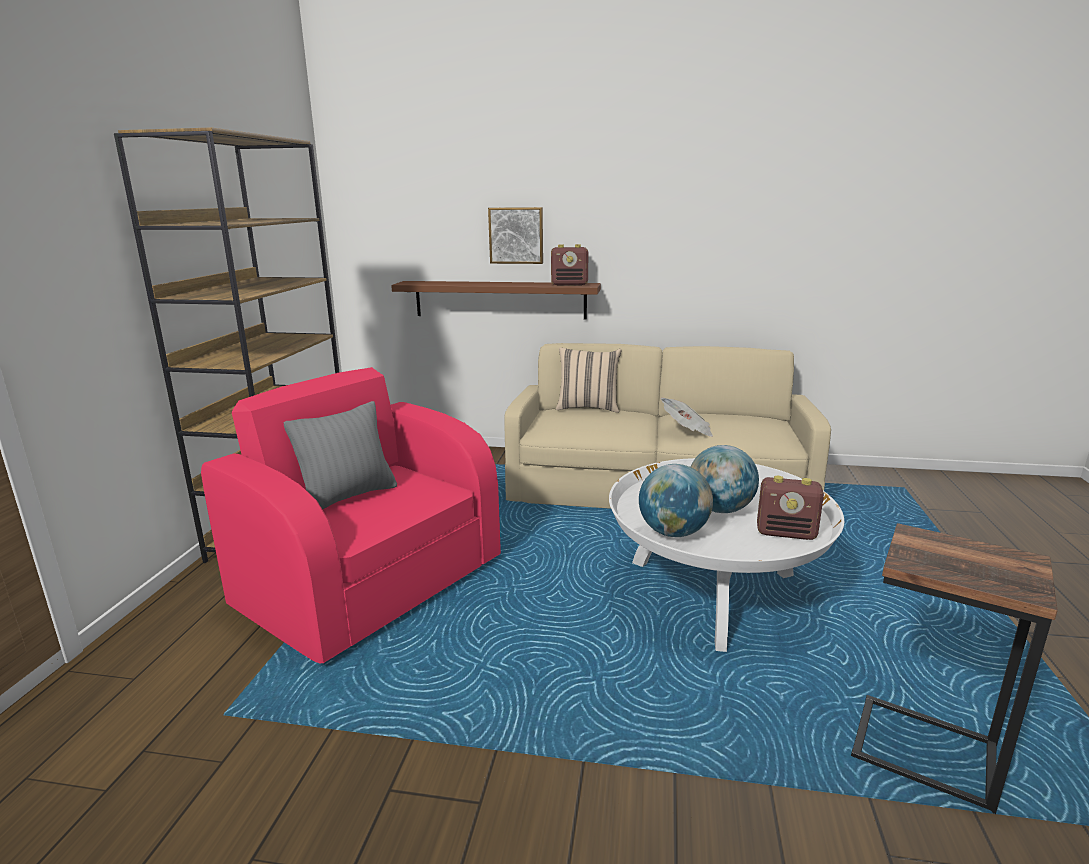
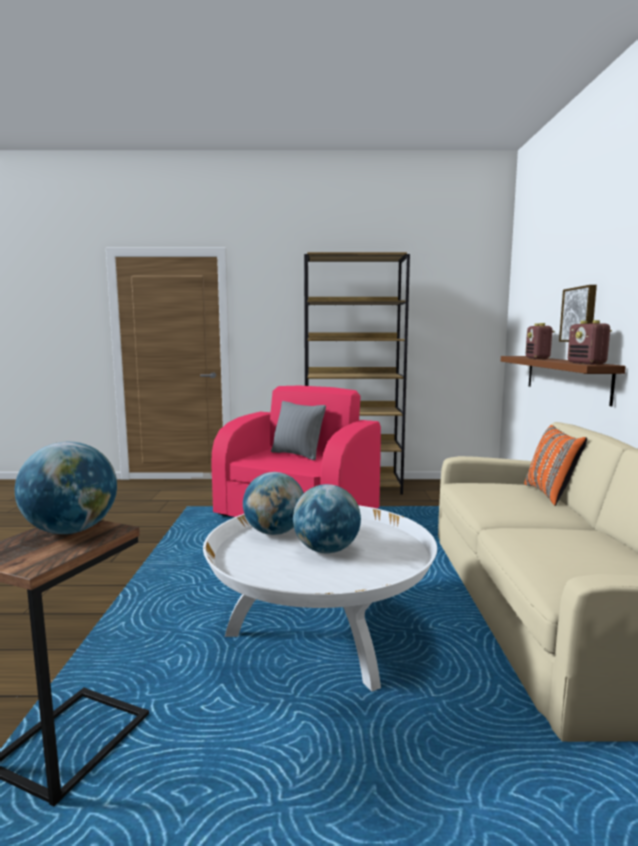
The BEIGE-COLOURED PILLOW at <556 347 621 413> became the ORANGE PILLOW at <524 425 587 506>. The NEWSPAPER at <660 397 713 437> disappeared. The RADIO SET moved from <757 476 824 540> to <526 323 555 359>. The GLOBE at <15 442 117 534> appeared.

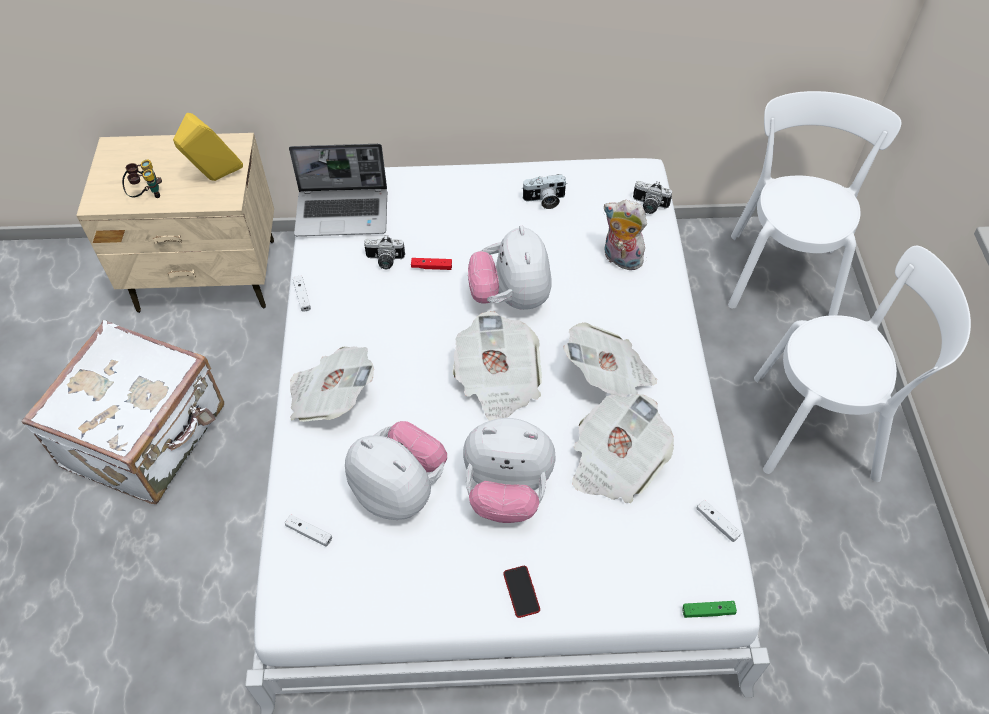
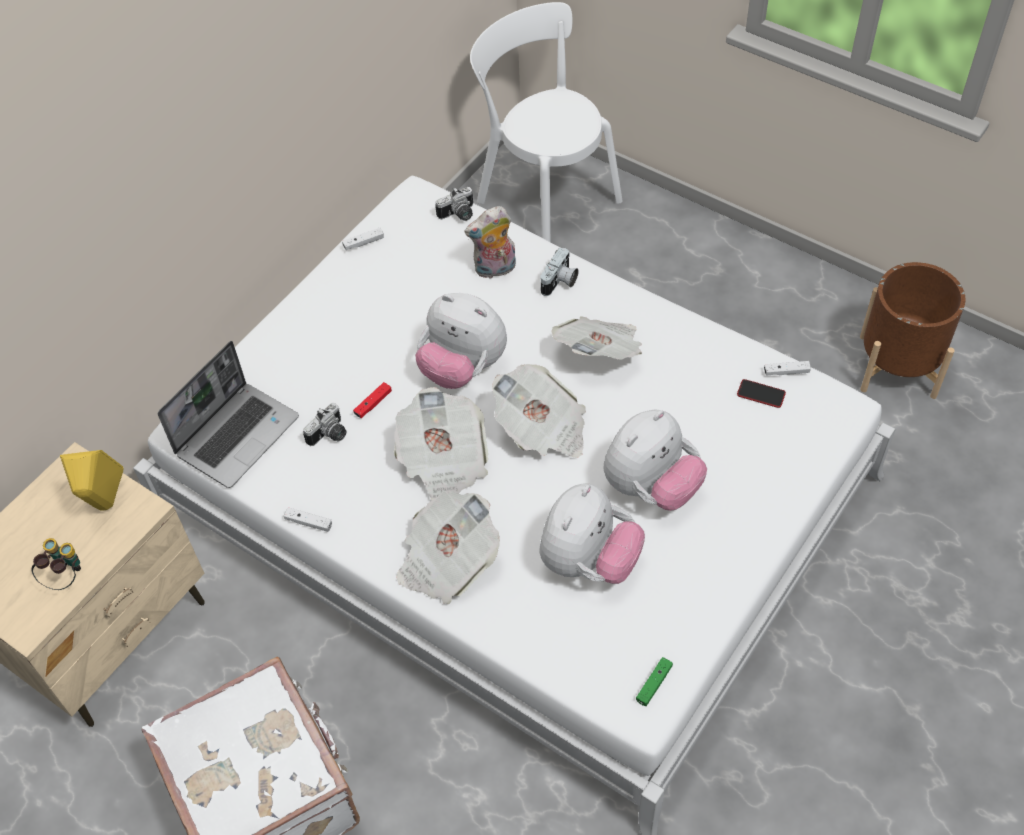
The WHITE-COLOURED GAMEPAD moved from <285 514 332 546> to <342 228 384 250>. The CUDDLY TOY at <345 421 447 520> turned 135 degrees clockwise. The HANDSET moved from <503 566 540 618> to <737 379 786 408>. The STILL CAMERA moved from <521 174 566 209> to <541 248 579 296>. The NEWSPAPER moved from <572 394 674 503> to <393 387 488 500>. The GREEN GAMEPAD moved from <683 601 737 618> to <636 657 673 706>. The WHITE-COLOURED UPRIGHT CHAIR at <754 246 971 482> disappeared. The BROWN-COLOURED FLOWER POT at <860 262 965 399> appeared.

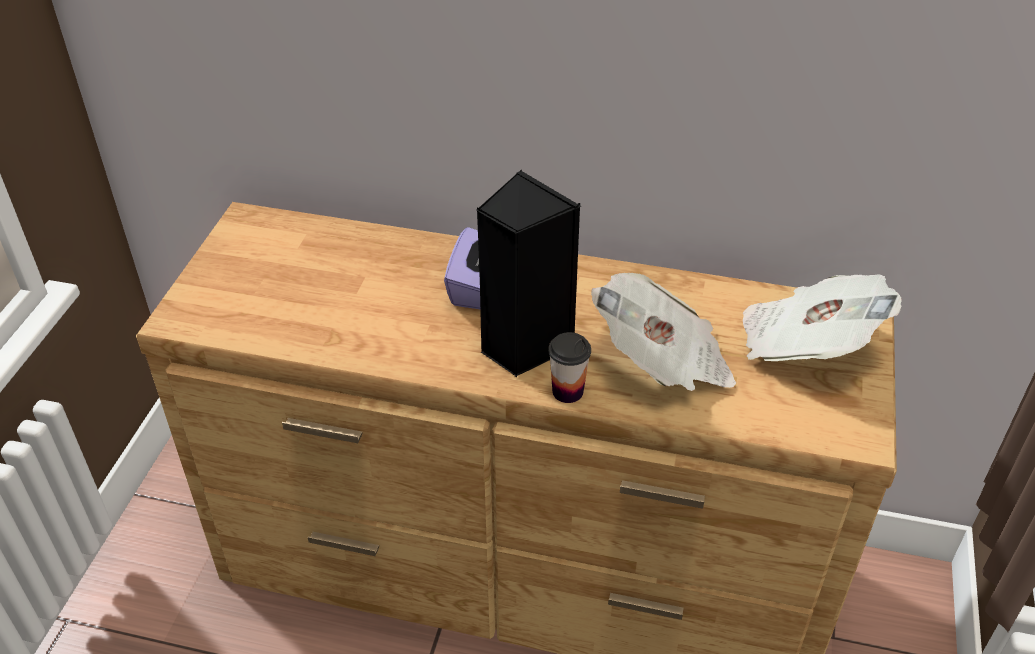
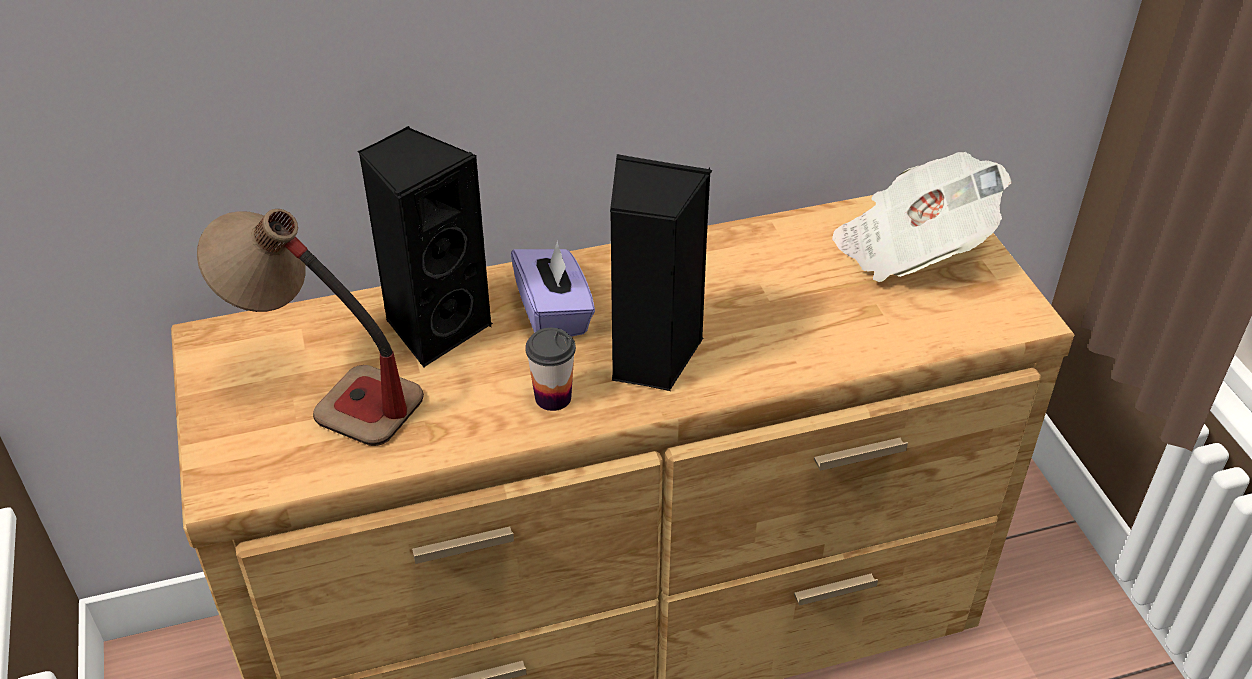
The DRINKING CUP moved from <548 332 591 403> to <525 328 576 411>. The NEWSPAPER at <591 273 737 391> disappeared. The LAMP FOR A TABLE at <197 209 424 446> appeared. The BLACK AUDIO SPEAKER at <357 126 493 367> appeared.

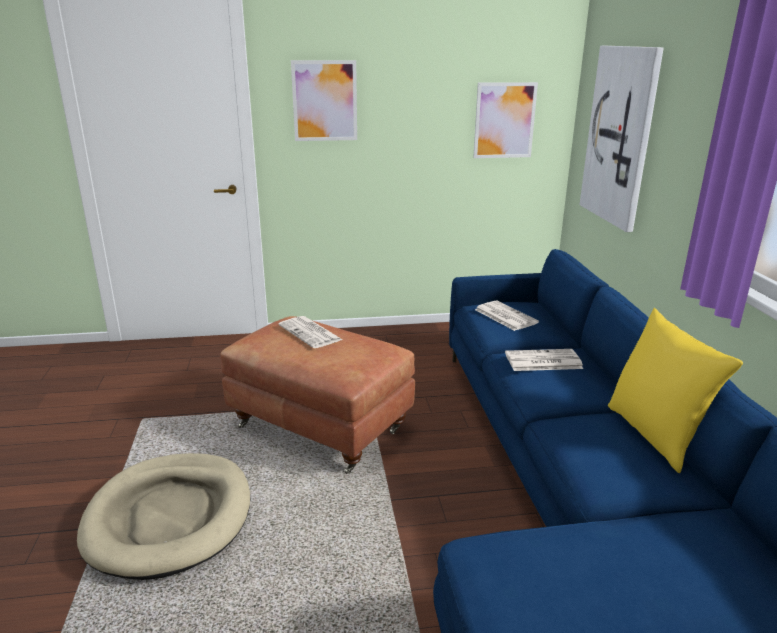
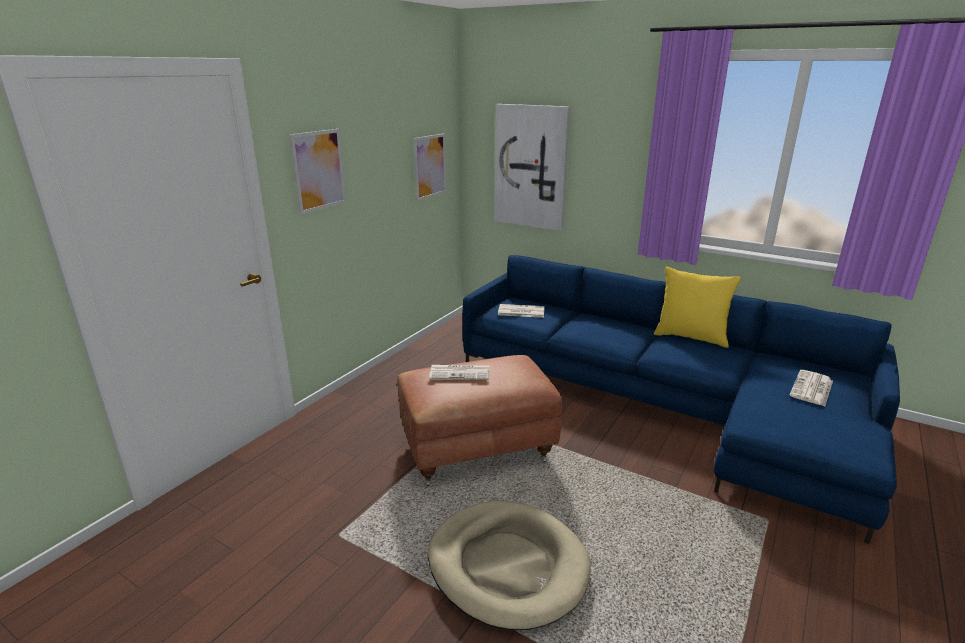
The NEWSPAPER moved from <505 349 583 371> to <789 370 833 406>.

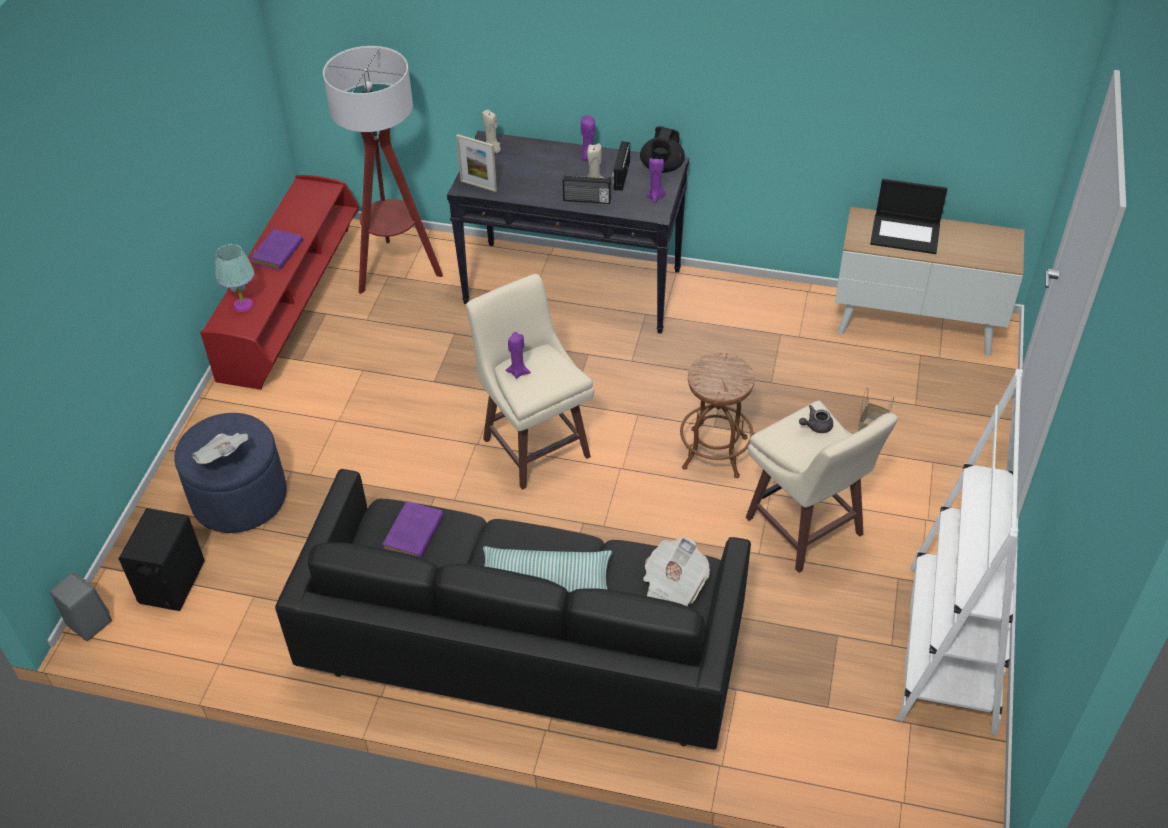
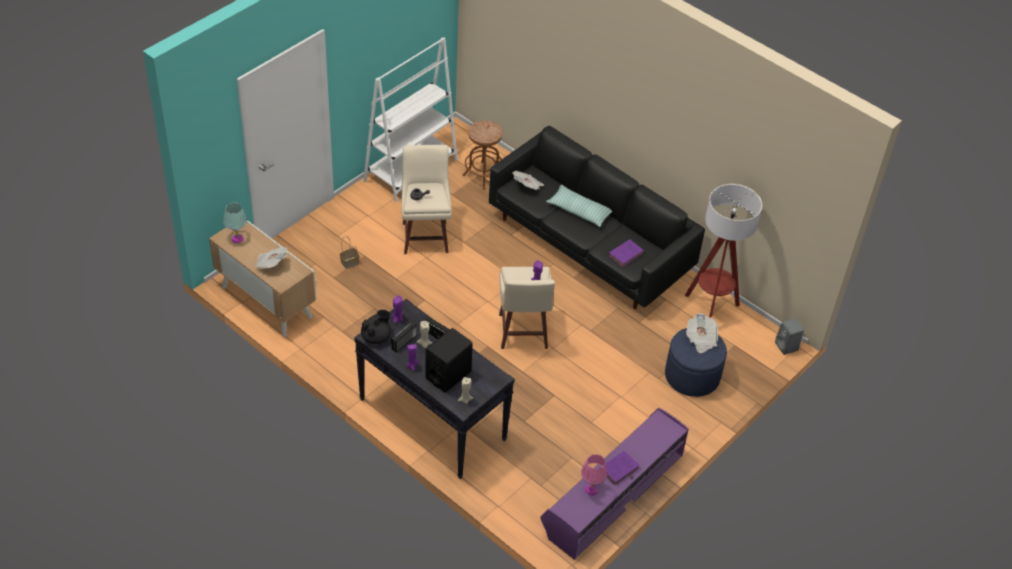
The BLACK AUDIO SPEAKER moved from <119 508 205 611> to <425 328 473 393>. The REDDISH MEDIA CONSOLE at <200 175 359 390> became the PURPLISH MEDIA CONSOLE at <540 408 689 560>. The TURQUOISE-COLOURED LAMP FOR A TABLE moved from <215 244 255 312> to <223 203 247 243>. The STANDARD LAMP moved from <323 46 443 294> to <685 184 762 318>. The PICTURE FRAME at <456 134 497 192> disappeared. The BROWN-COLOURED STOOL SEAT moved from <680 353 755 478> to <462 121 503 190>. The PORTABLE COMPUTER at <870 179 947 254> was replaced by the NEWSPAPER at <255 247 287 268>. The PINKISH LAMP FOR A TABLE at <581 454 607 495> appeared.

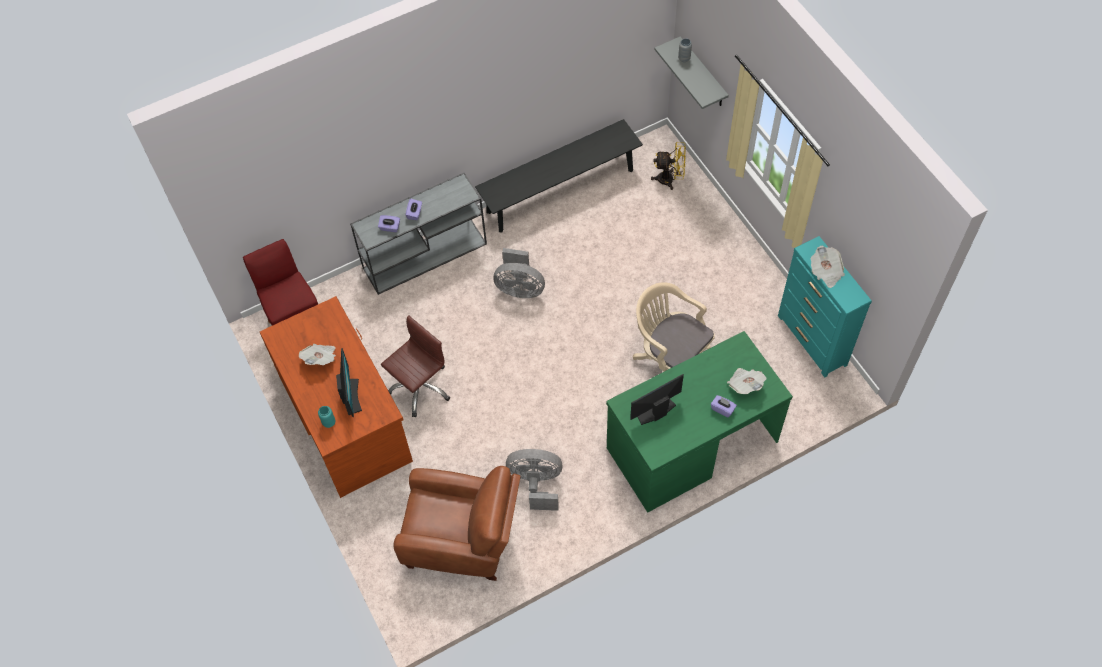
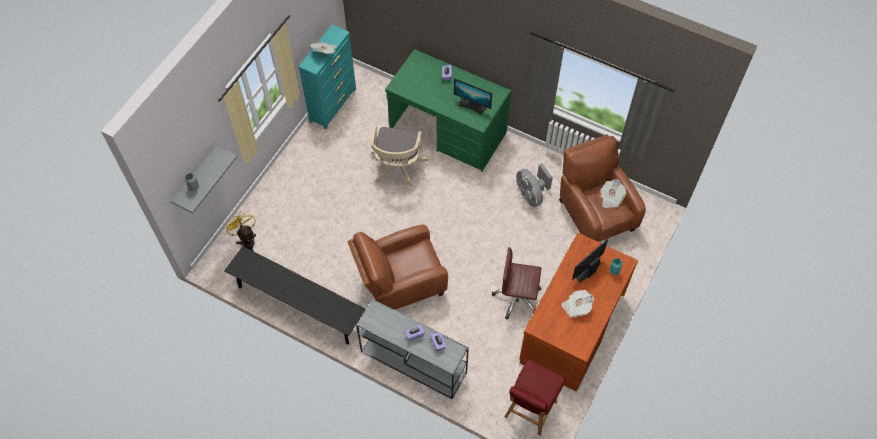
The GRAY FAN at <494 248 545 298> was replaced by the BROWN-COLOURED ARMCHAIR at <348 225 448 310>. The NEWSPAPER moved from <727 368 767 394> to <601 179 626 208>.

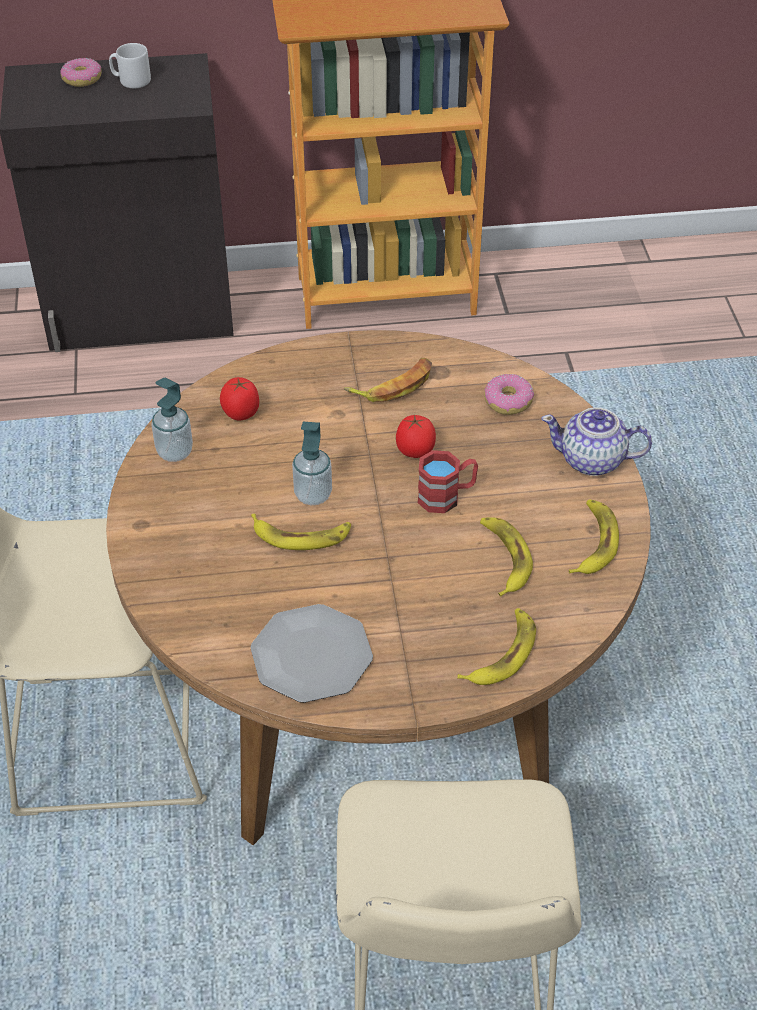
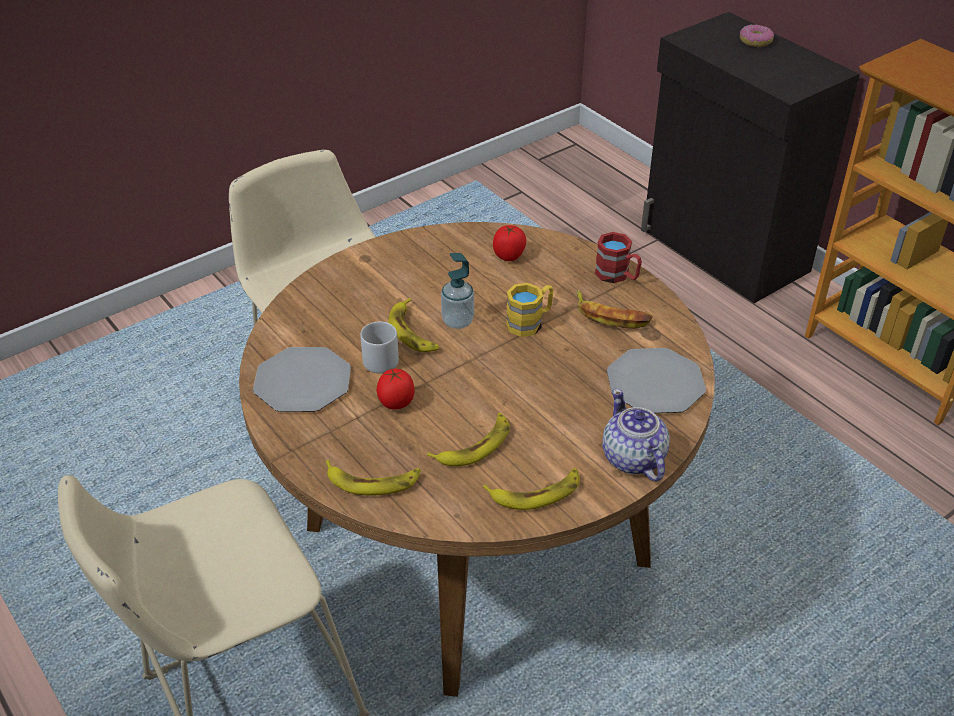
The GRAY COFFEE MUG moved from <109 43 151 88> to <360 322 399 373>. The SOAP DISPENSER at <152 378 193 462> disappeared. The FRESH TOMATO moved from <396 414 436 458> to <377 368 415 410>. The REDDISH COFFEE MUG moved from <418 450 478 513> to <595 232 642 283>. The RING DOUGHNUT at <484 374 534 415> was replaced by the DINNER PLATE at <607 348 706 413>. The YELLOWISH COFFEE MUG at <506 283 554 337> appeared.

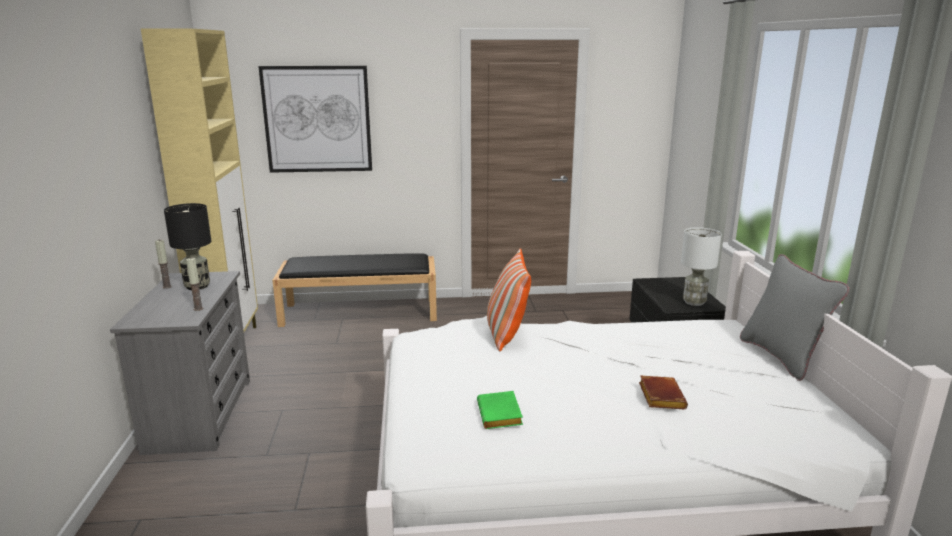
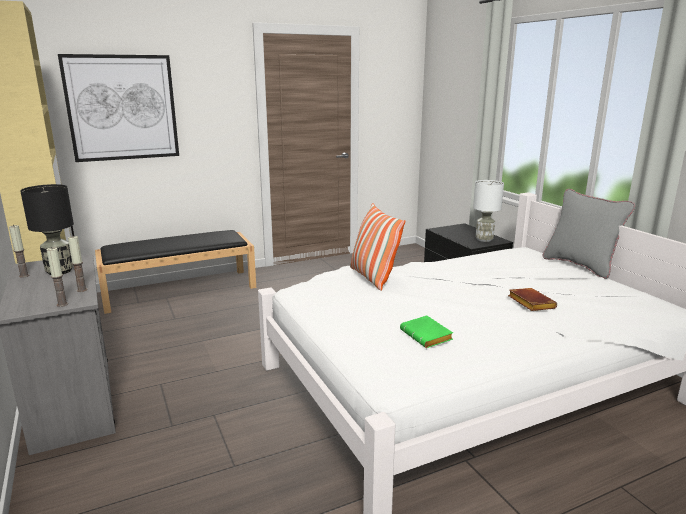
The CANDLE at <47 247 68 307> appeared.

